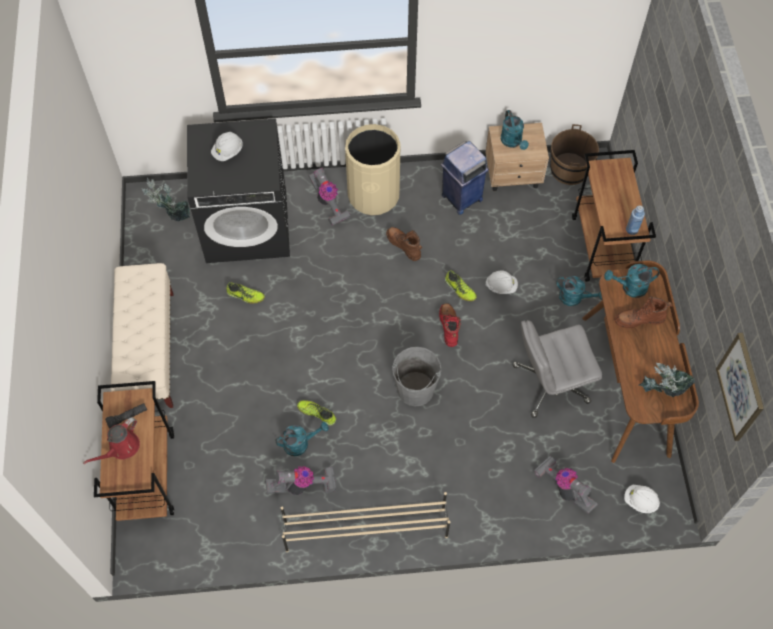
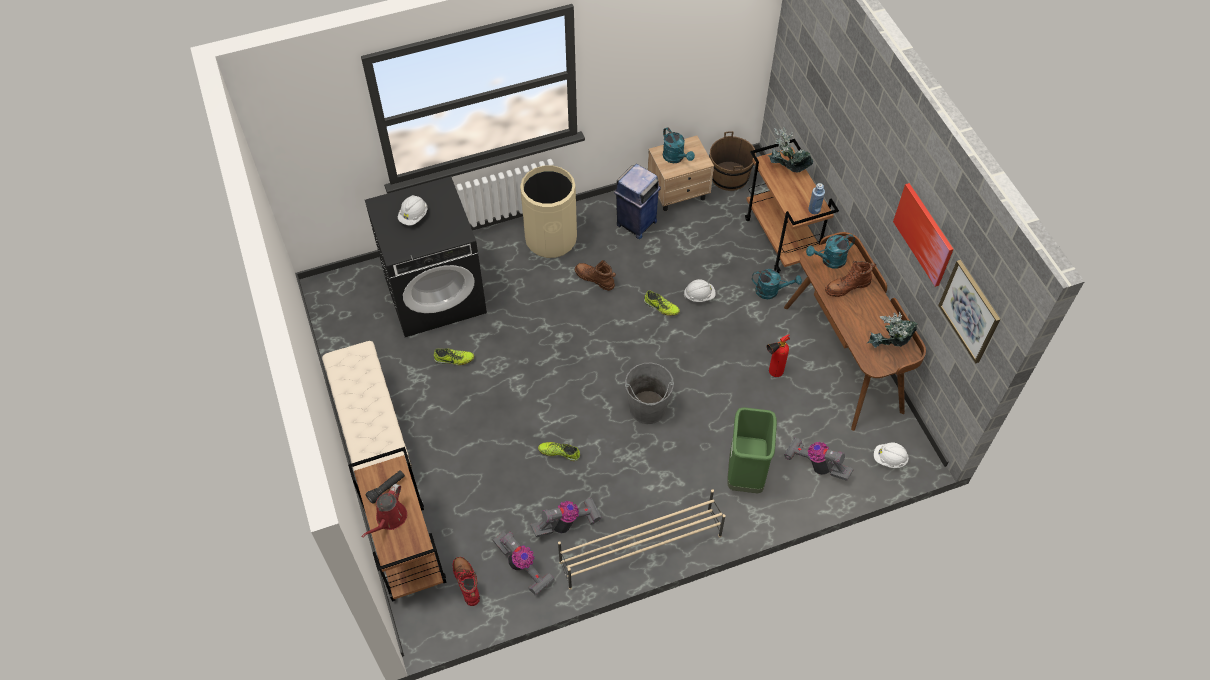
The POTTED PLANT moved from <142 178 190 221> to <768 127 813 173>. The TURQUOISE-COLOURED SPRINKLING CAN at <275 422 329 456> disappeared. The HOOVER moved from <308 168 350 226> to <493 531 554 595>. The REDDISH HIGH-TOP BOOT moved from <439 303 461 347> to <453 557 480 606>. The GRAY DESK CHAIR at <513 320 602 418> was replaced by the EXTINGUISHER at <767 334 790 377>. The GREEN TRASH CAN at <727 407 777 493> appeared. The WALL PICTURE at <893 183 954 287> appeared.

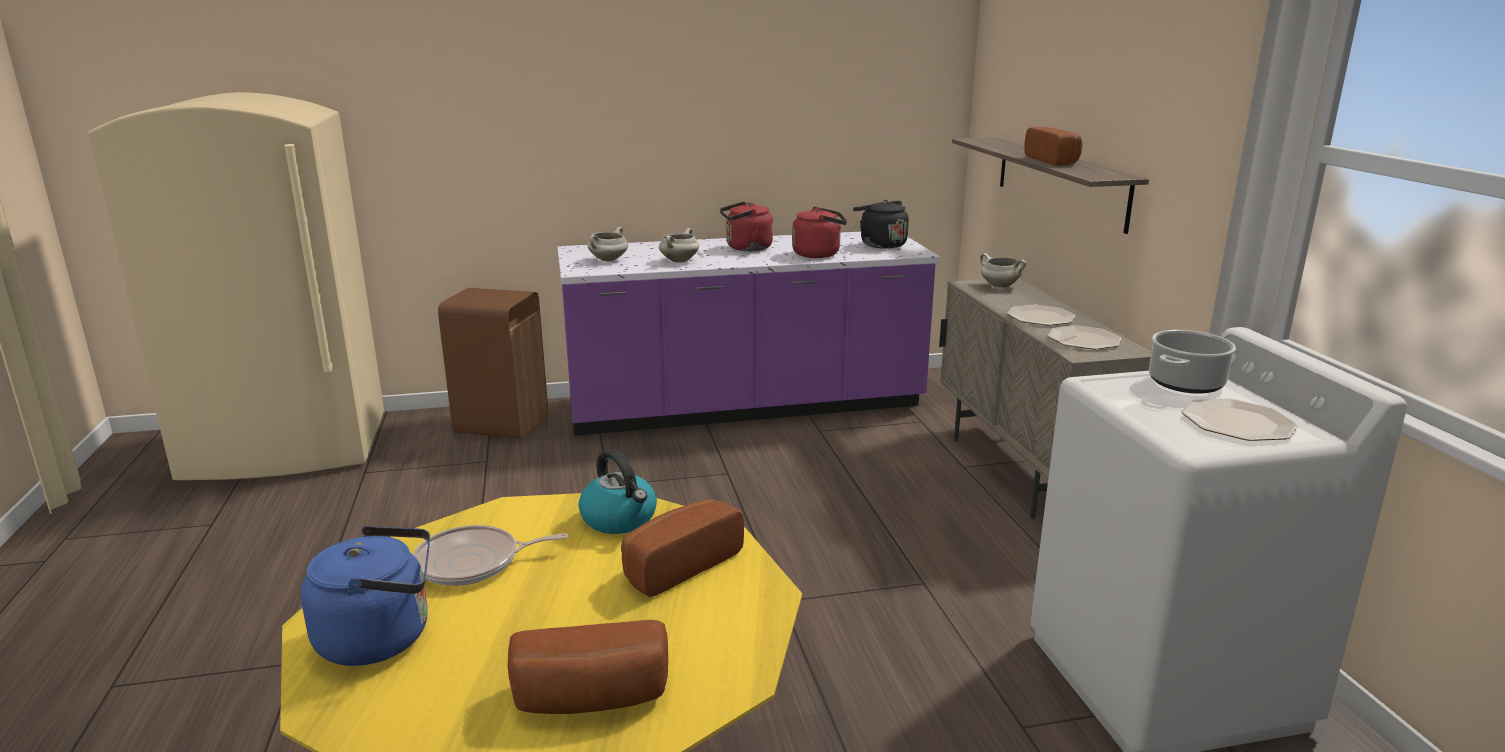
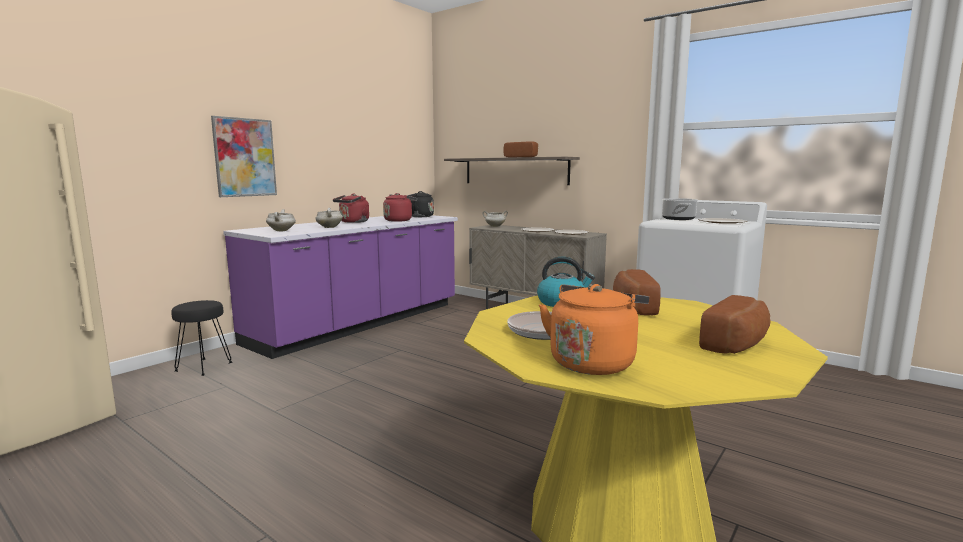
The BLUISH TEA KETTLE at <300 526 430 666> became the ORANGE TEA KETTLE at <539 284 649 375>. The BROWN-COLOURED TRASH CAN at <438 288 548 439> was replaced by the BLACK STOOL SEAT at <171 300 232 376>. The WALL PICTURE at <211 116 277 197> appeared.

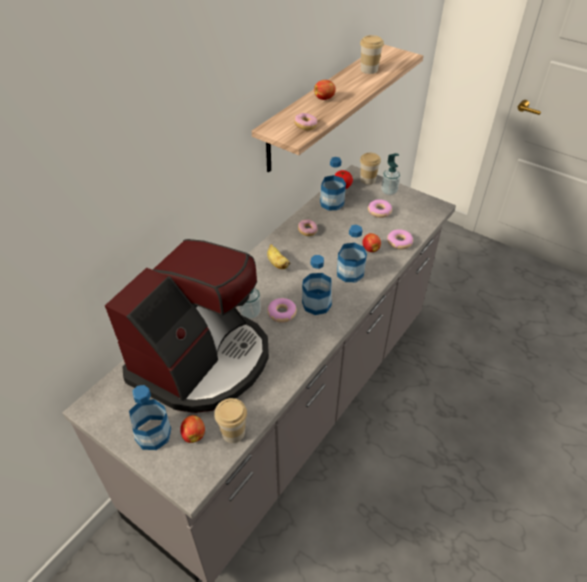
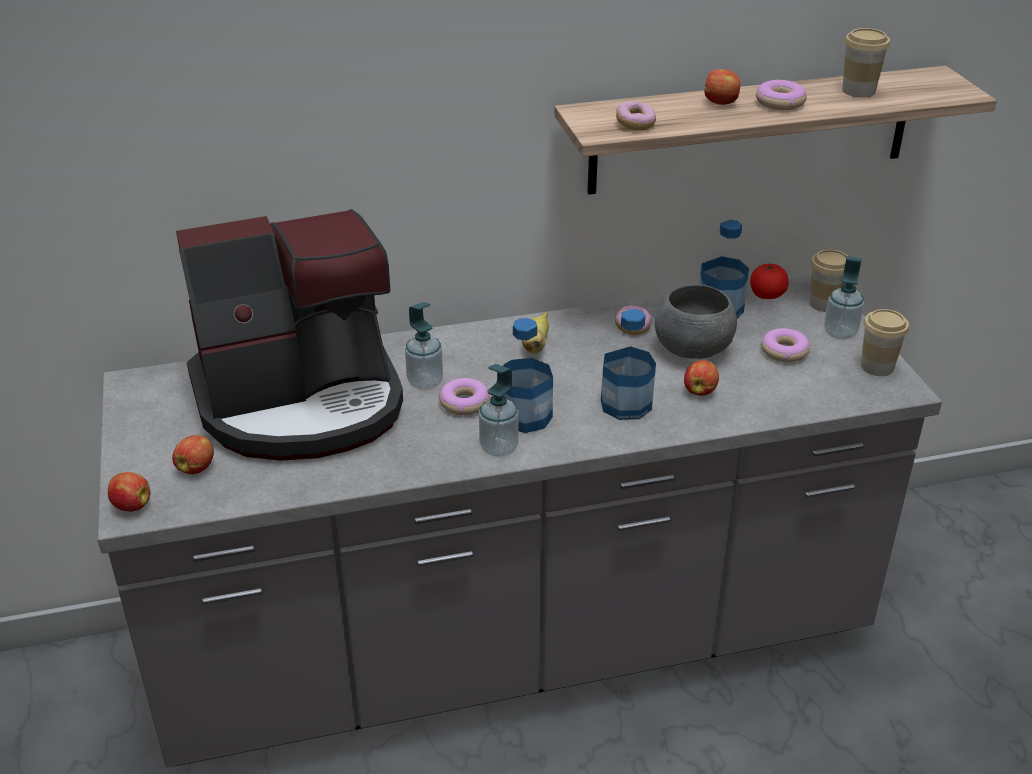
The DRINK BOTTLE at <129 385 171 450> disappeared. The DRINKING CUP moved from <214 398 247 443> to <861 309 909 376>. The RING DOUGHNUT moved from <387 229 413 249> to <756 80 807 110>. The WHOLE APPLE at <108 472 150 512> appeared. The SOAP DISPENSER at <479 364 519 457> appeared. The GRAY SERVING BOWL at <655 285 737 359> appeared.

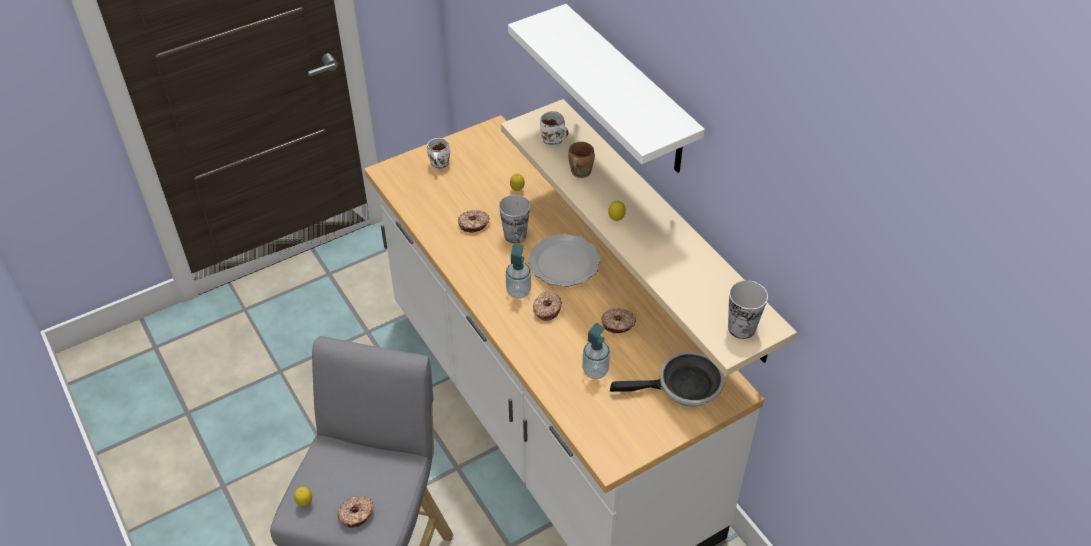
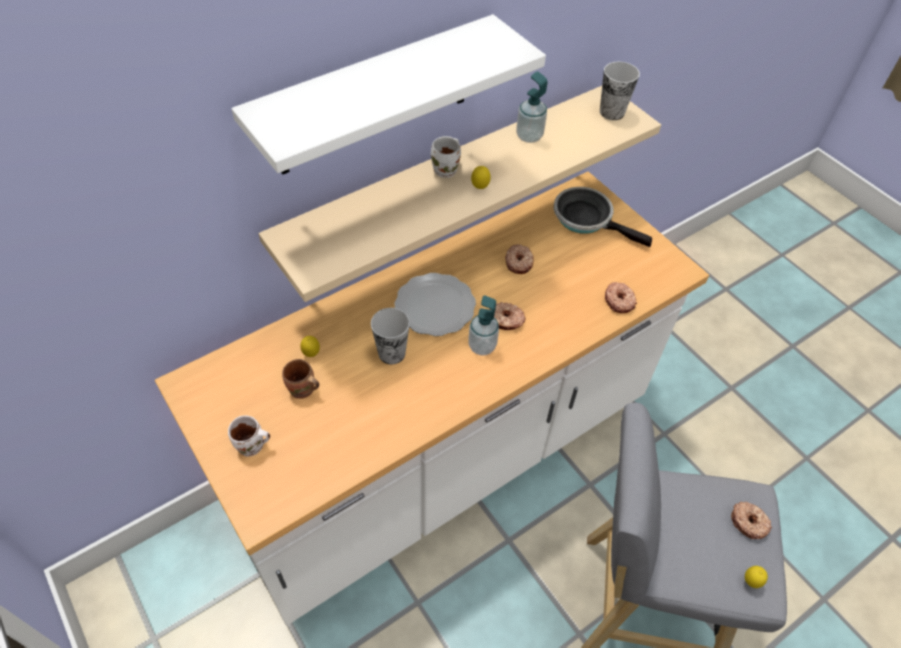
The RING DOUGHNUT moved from <458 210 489 233> to <605 282 637 313>. The WHITE-COLOURED COFFEE MUG moved from <540 111 569 146> to <431 136 461 178>. The BROWN-COLOURED COFFEE MUG moved from <568 142 595 178> to <282 359 319 399>. The SOAP DISPENSER moved from <582 323 610 379> to <516 71 547 143>. The PAN at <610 352 724 406> turned 45 degrees counterclockwise.

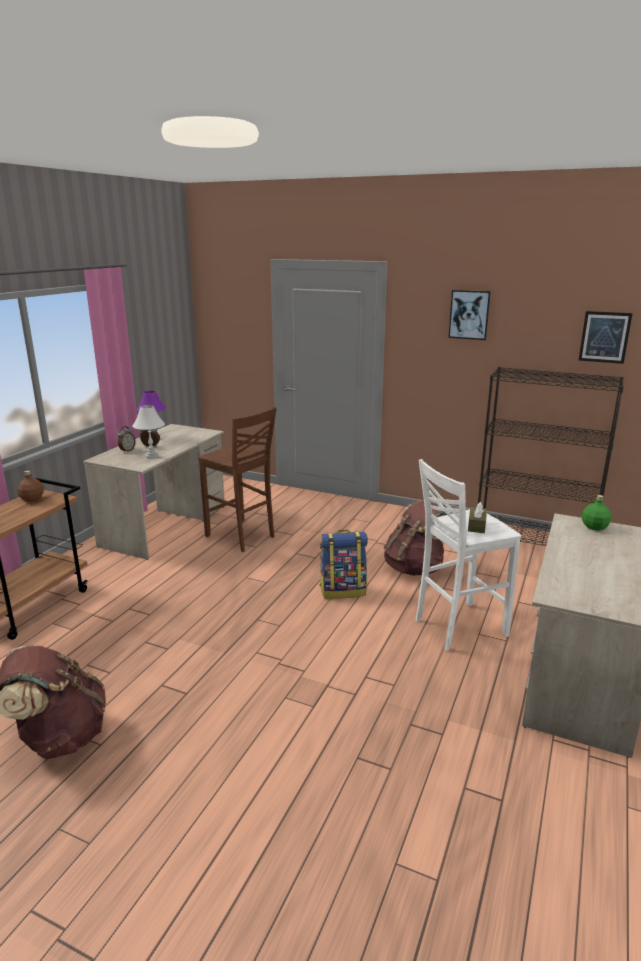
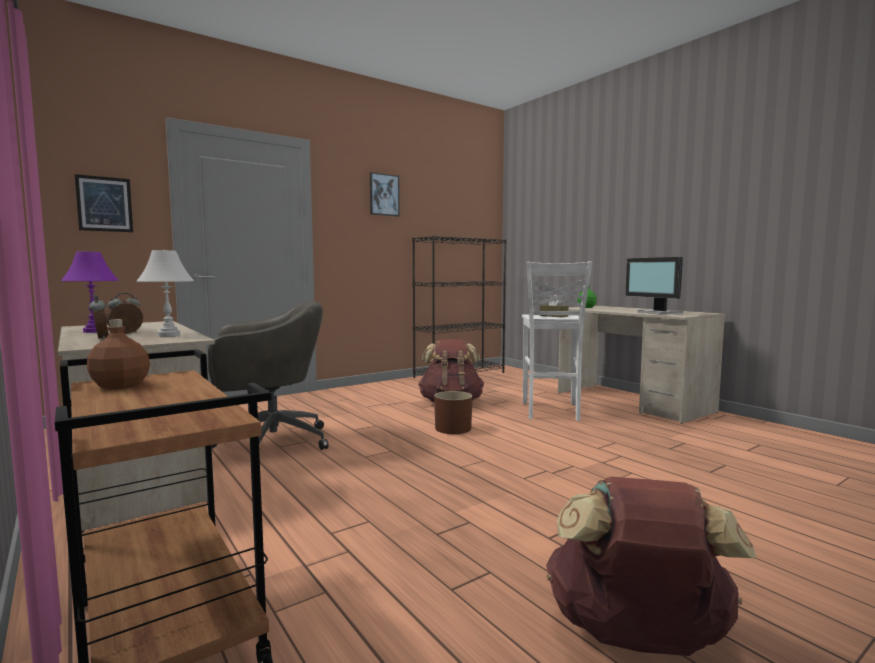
The BROWN-COLOURED STOOL SEAT at <198 407 277 552> was replaced by the GRAY DESK CHAIR at <208 302 329 450>. The RUCKSACK at <320 530 368 599> was replaced by the BROWN-COLOURED FLOWER POT at <434 391 472 434>. The WALL PICTURE moved from <579 311 633 364> to <75 174 133 232>. The COMPUTER DISPLAY at <625 257 683 314> appeared.

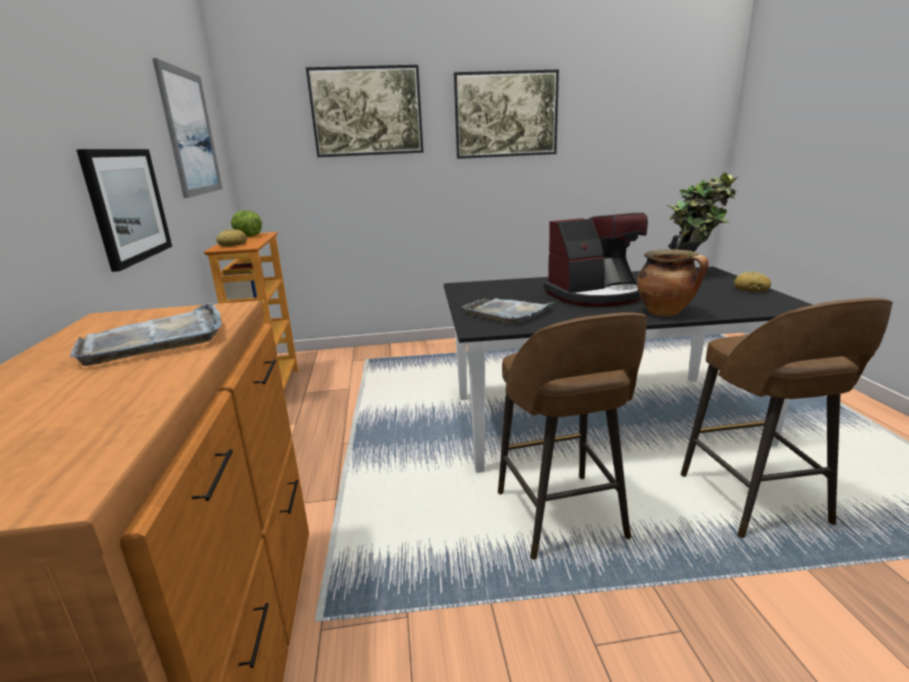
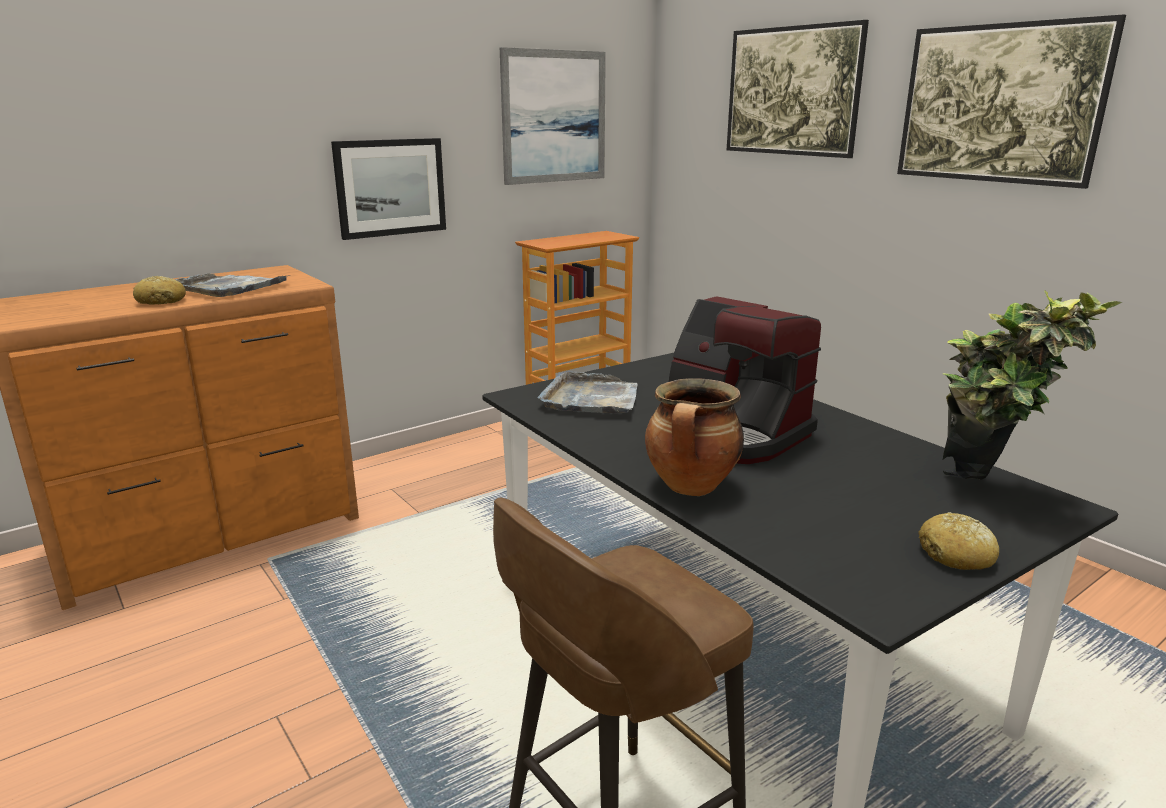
The BREAD moved from <216 229 247 247> to <133 276 186 305>. The HEAD OF LETTUCE at <231 211 262 236> disappeared. The BROWN-COLOURED STOOL SEAT at <498 312 647 560> disappeared.

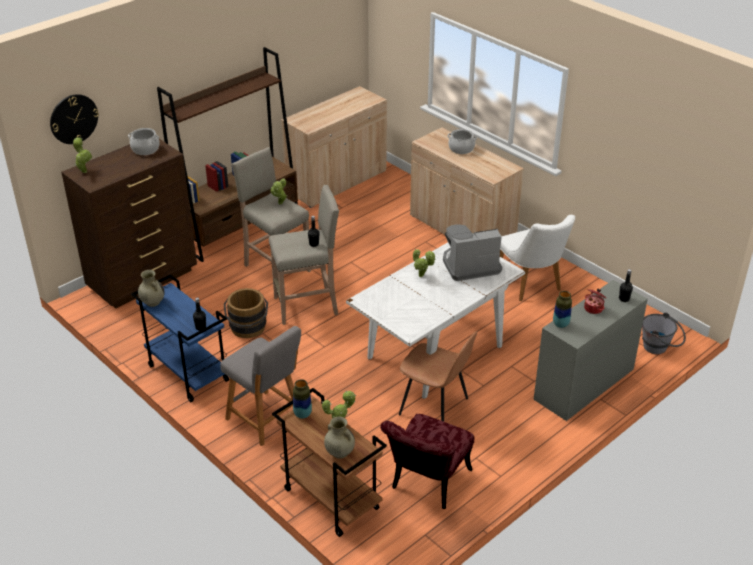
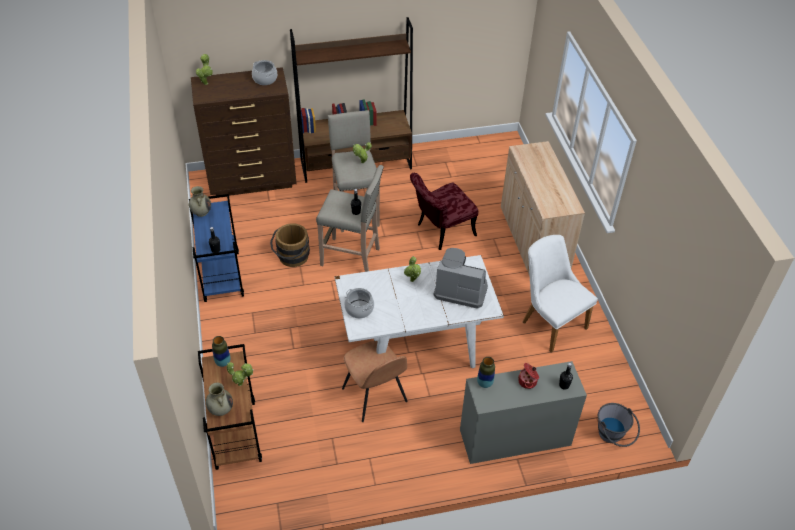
The WALL CLOCK at <50 94 99 144> disappeared. The GRAY STOOL SEAT at <220 326 301 446> disappeared. The BEIGE-COLOURED STORAGE CABINET at <281 86 387 208> disappeared. The REDDISH UPRIGHT CHAIR moved from <380 414 474 509> to <410 173 478 250>. The STOCKPOT moved from <447 129 477 154> to <344 288 374 318>. The WHITE-COLOURED UPRIGHT CHAIR at <500 215 575 301> turned 135 degrees clockwise.

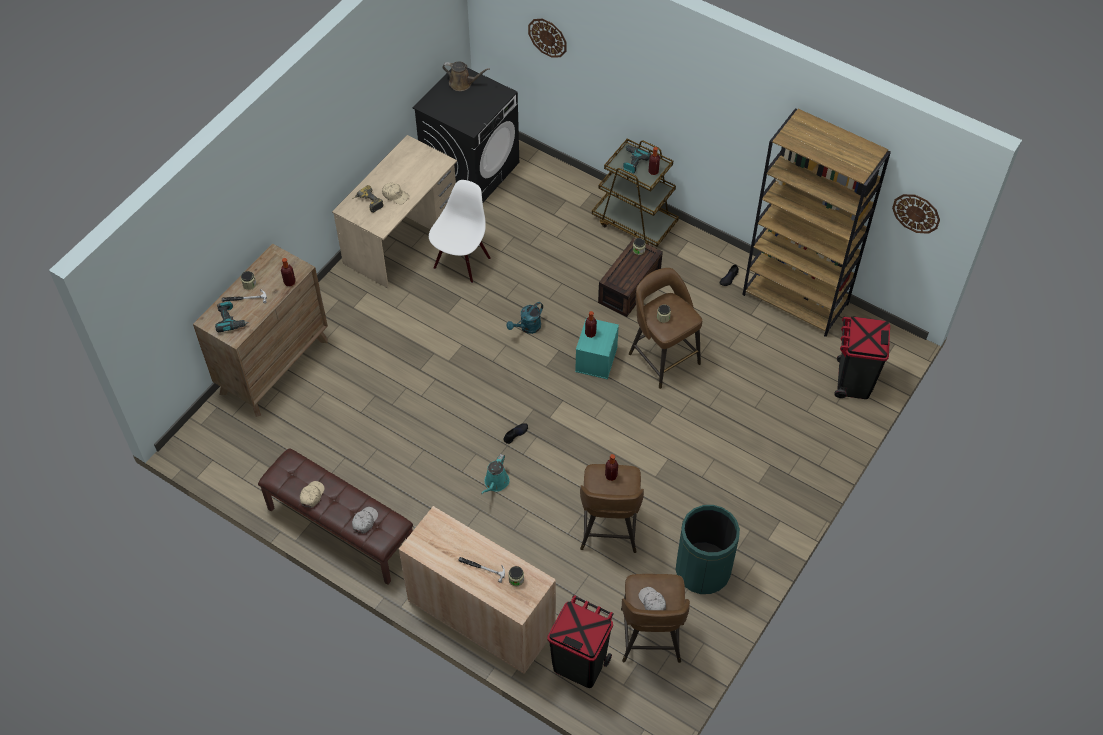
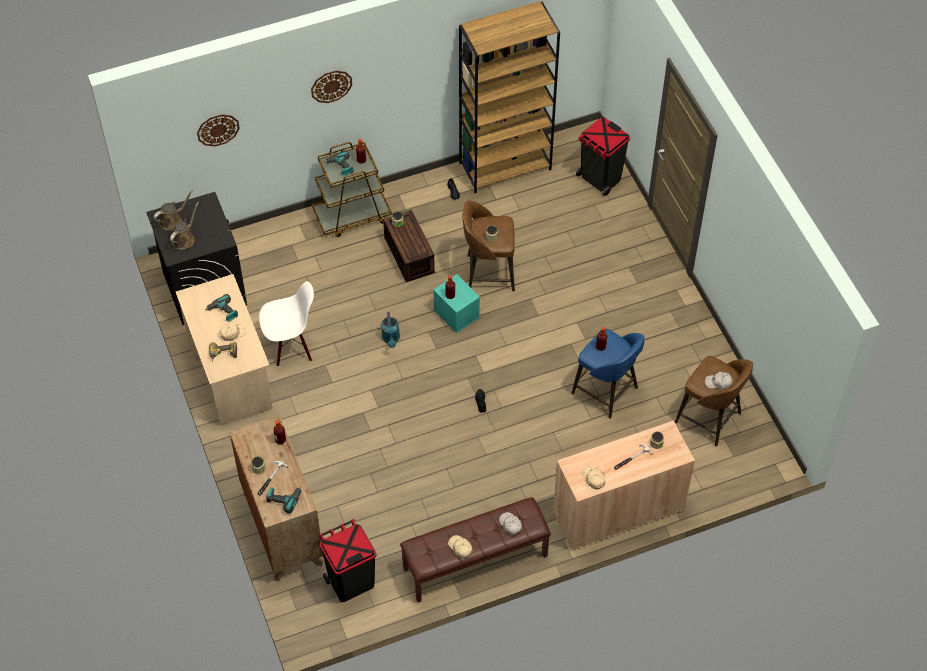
The WHITE-COLOURED UPRIGHT CHAIR at <429 180 491 283> turned 105 degrees clockwise. The TURQUOISE-COLOURED SPRINKLING CAN at <481 454 509 494> disappeared. The BLACK TRASH CAN moved from <548 595 614 688> to <319 519 376 602>. The BROWN-COLOURED STOOL SEAT at <580 464 644 553> became the BLUISH STOOL SEAT at <571 329 645 419>. The GREEN TRASH CAN at <676 505 740 594> disappeared. The WALL CLOCK moved from <892 194 940 234> to <311 71 352 103>. The BROWN-COLOURED SPRINKLING CAN at <170 202 199 250> appeared. The POWER DRILL at <205 294 238 322> appeared. The BEIGE-COLOURED CAP at <582 465 605 490> appeared.

